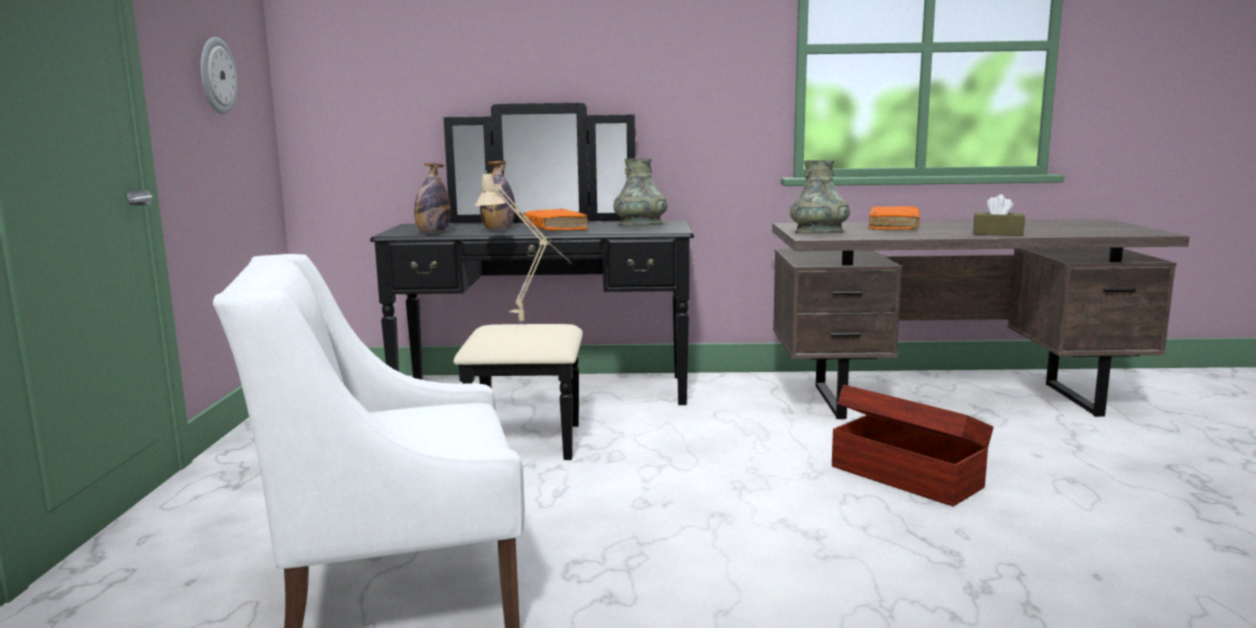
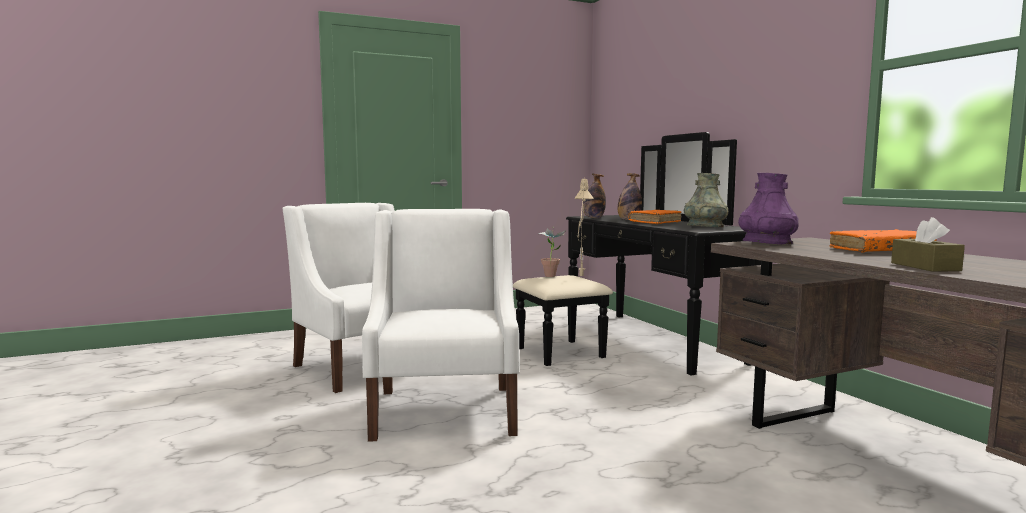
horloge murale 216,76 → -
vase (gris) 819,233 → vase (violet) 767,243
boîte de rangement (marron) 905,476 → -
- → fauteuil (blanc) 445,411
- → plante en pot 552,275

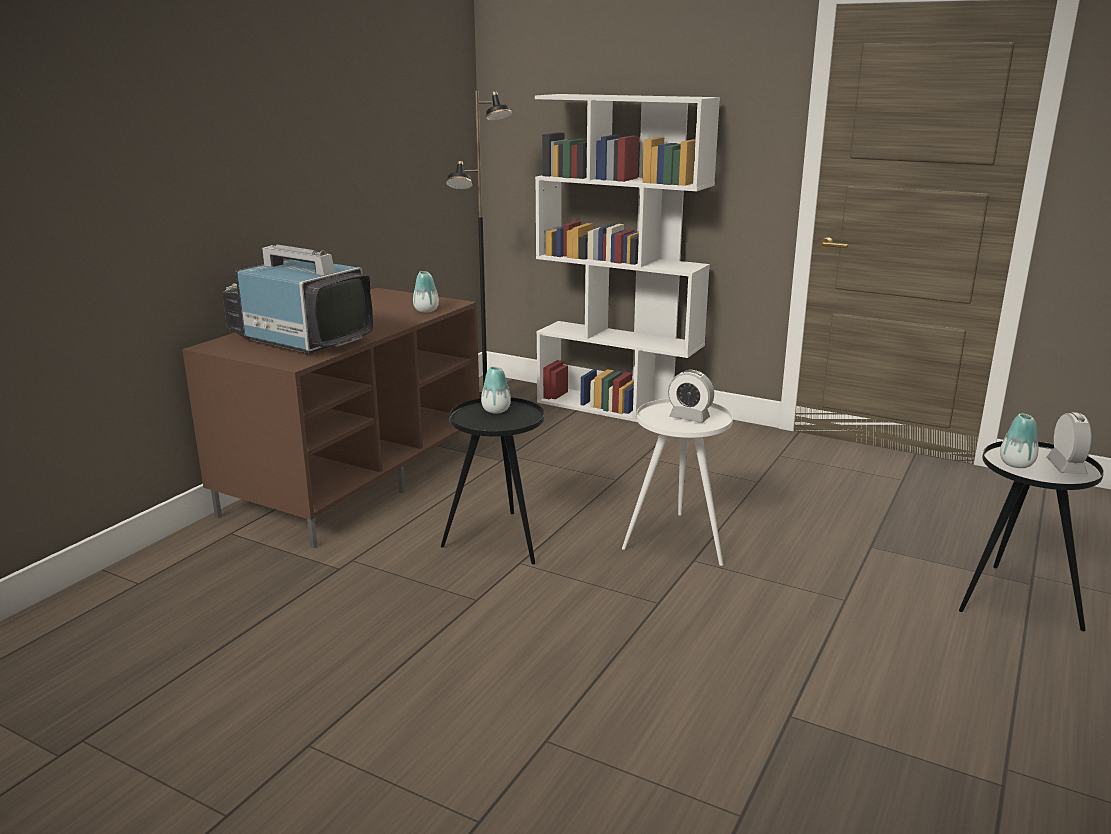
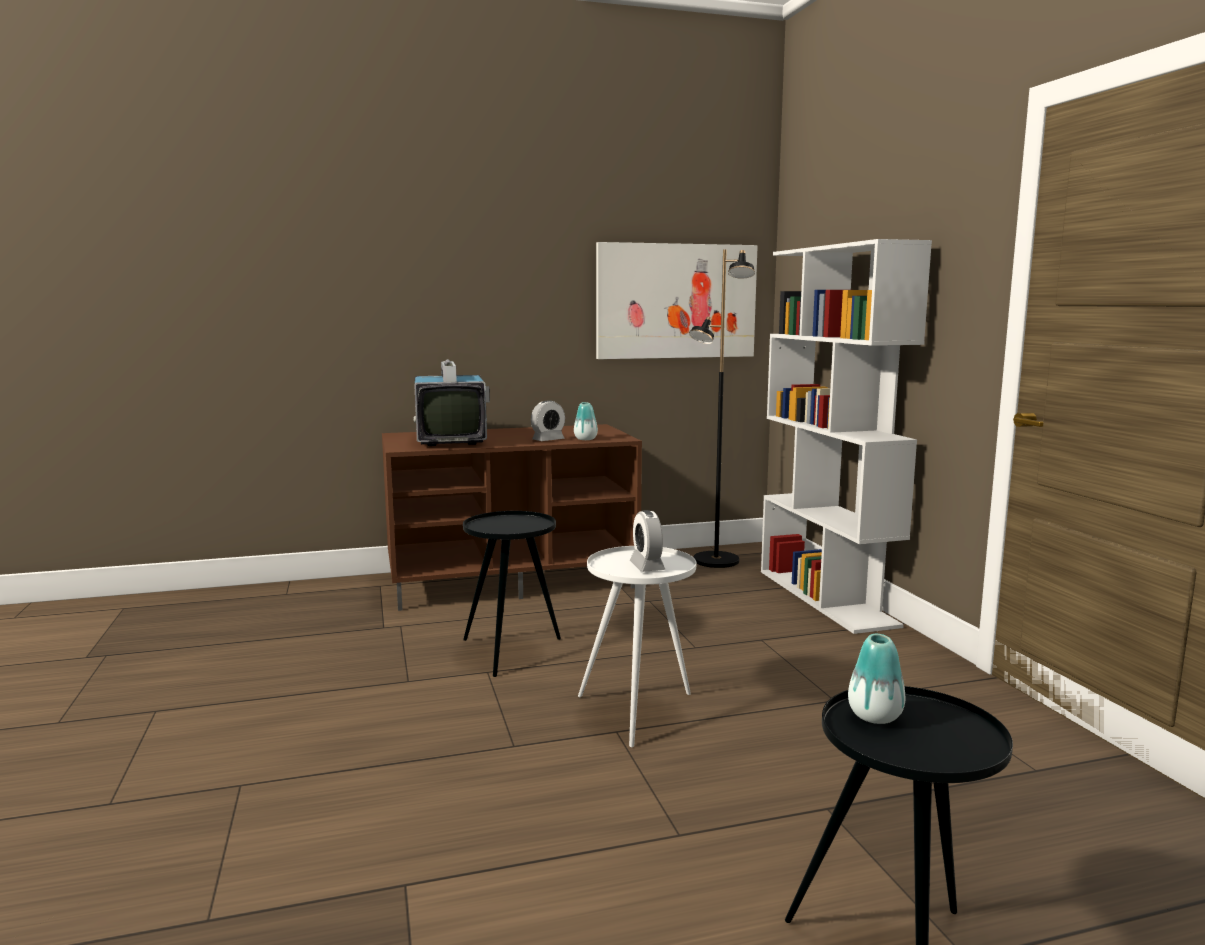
vase 496,410 → -
réveil 1066,467 → réveil 548,440, move
- → tableau 676,301

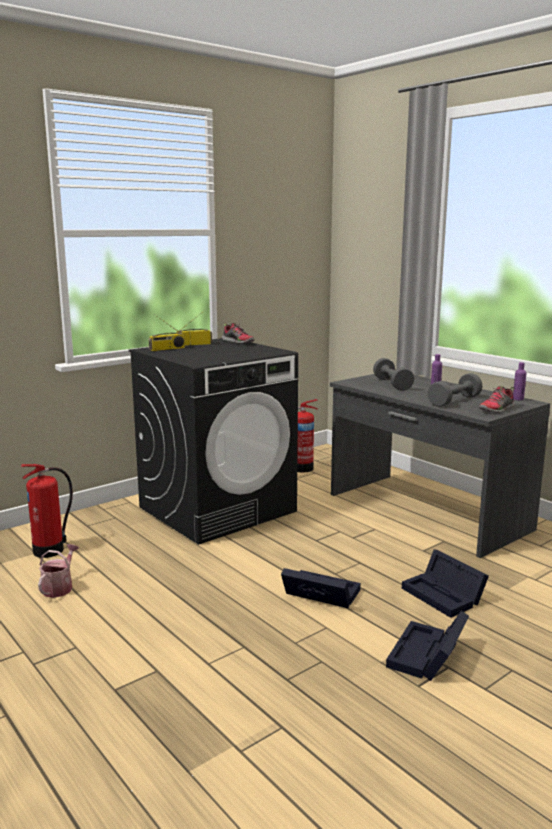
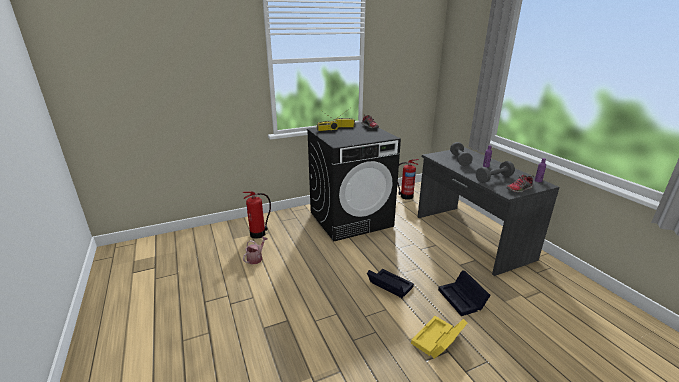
boîte de rangement (noir) 427,657 → boîte de rangement (jaune) 437,341

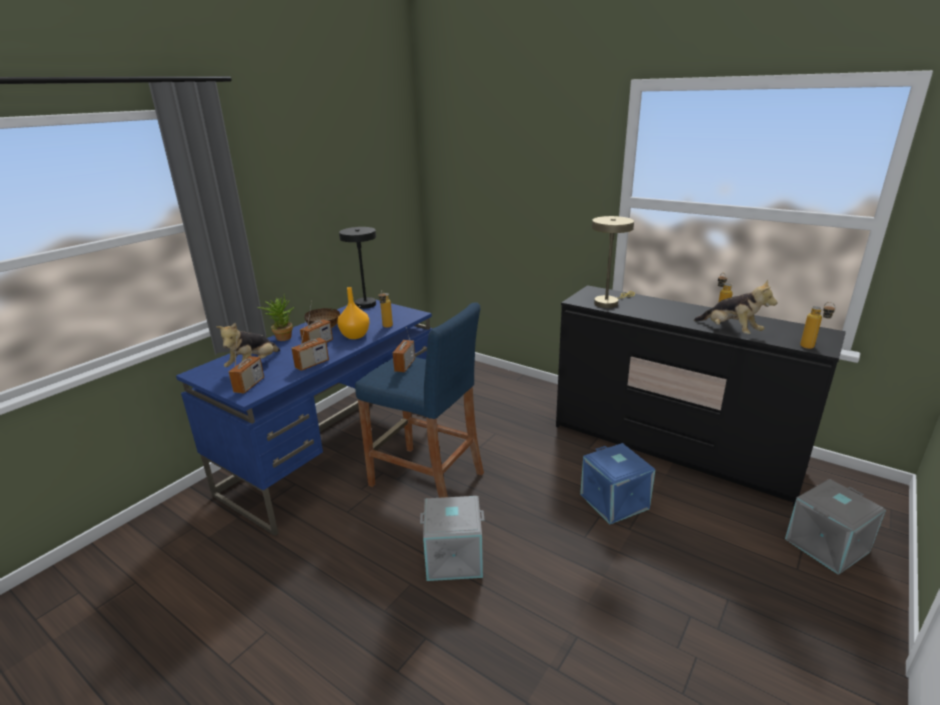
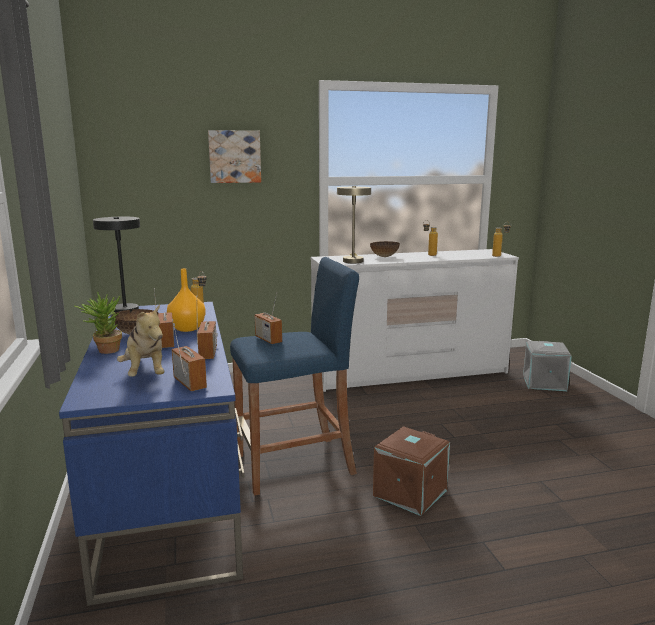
boîte de rangement (gris) 454,556 → boîte de rangement (marron) 409,492
commode (noir) 672,448 → commode (blanc) 410,373
boîte de rangement (bleu) 615,501 → -
peluche 730,331 → -
- → tableau 234,156
- → bol 384,256

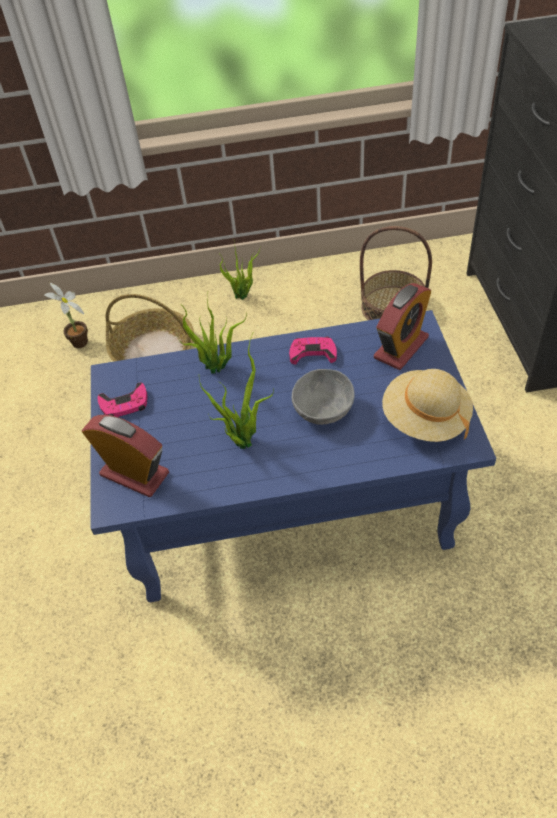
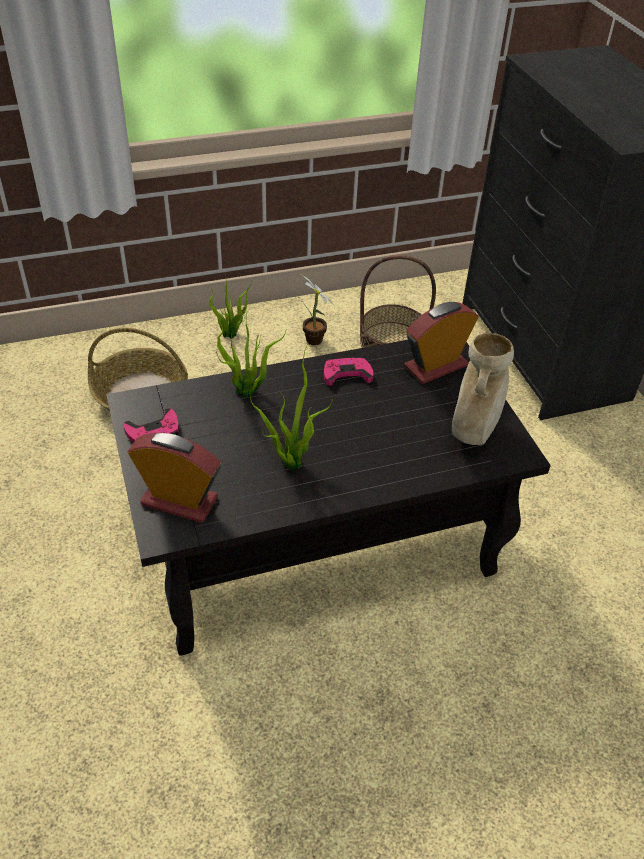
plante en pot 79,345 → plante en pot 314,342, move
table basse (bleu) 285,504 → table basse (noir) 314,543
bol (gris) 324,410 → -
réveil 401,348 → réveil 435,366, 150 degrees counterclockwise
chapeau (beige) 425,419 → vase (beige) 474,432

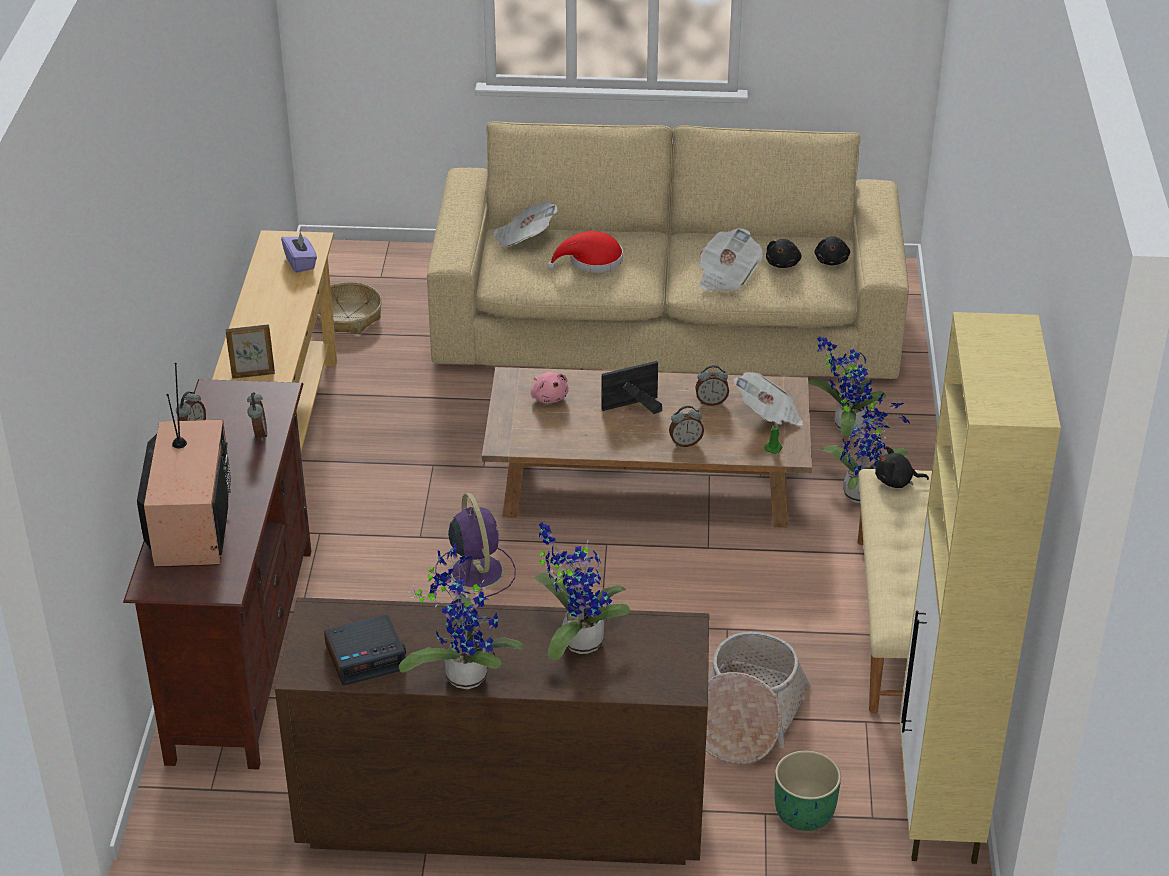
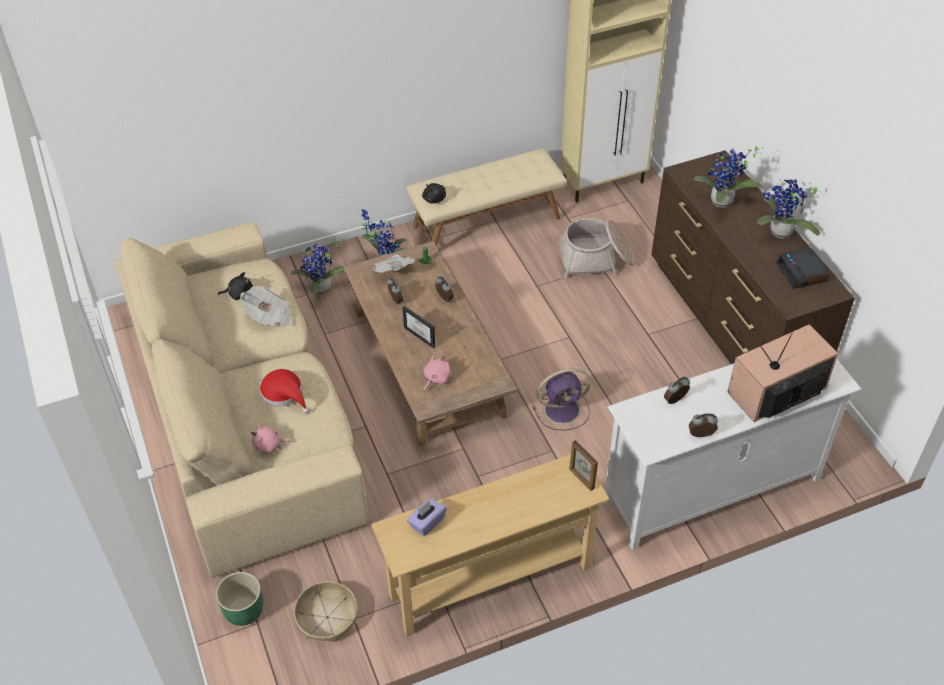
meuble télé (marron) 240,651 → meuble télé (blanc) 712,491
réveil 366,656 → réveil 802,273, 150 degrees counterclockwise
ventilateur (violet) 476,570 → ventilateur (violet) 563,409, 150 degrees counterclockwise
journal 524,239 → peluche (rose) 269,446
cache-pot (vert) 805,812 → cache-pot (vert) 243,610, move
peluche (noir) 831,260 → -

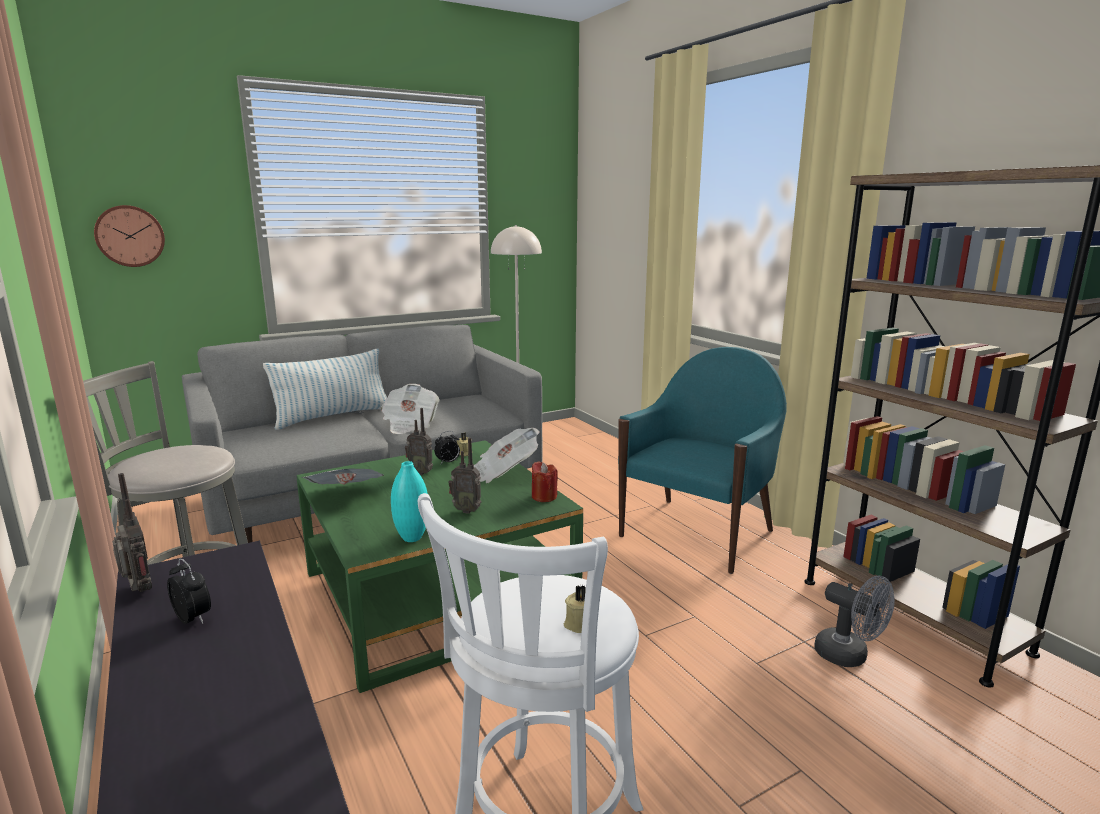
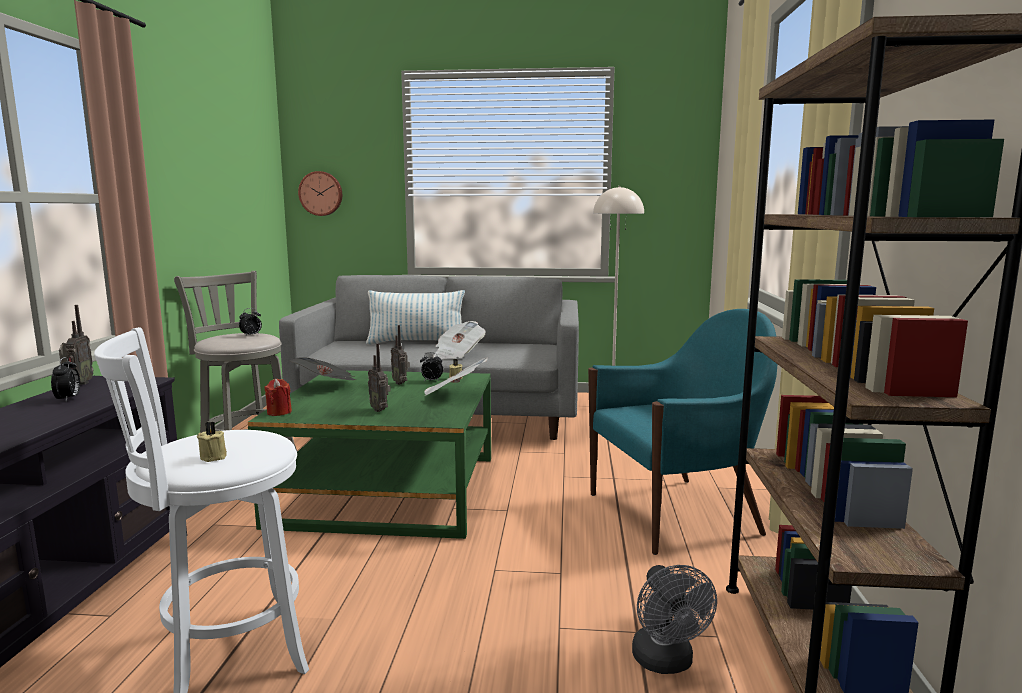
vase (turquoise) 412,538 → -
bougie (rouge) 544,497 → bougie (rouge) 279,412, move
- → réveil 251,335

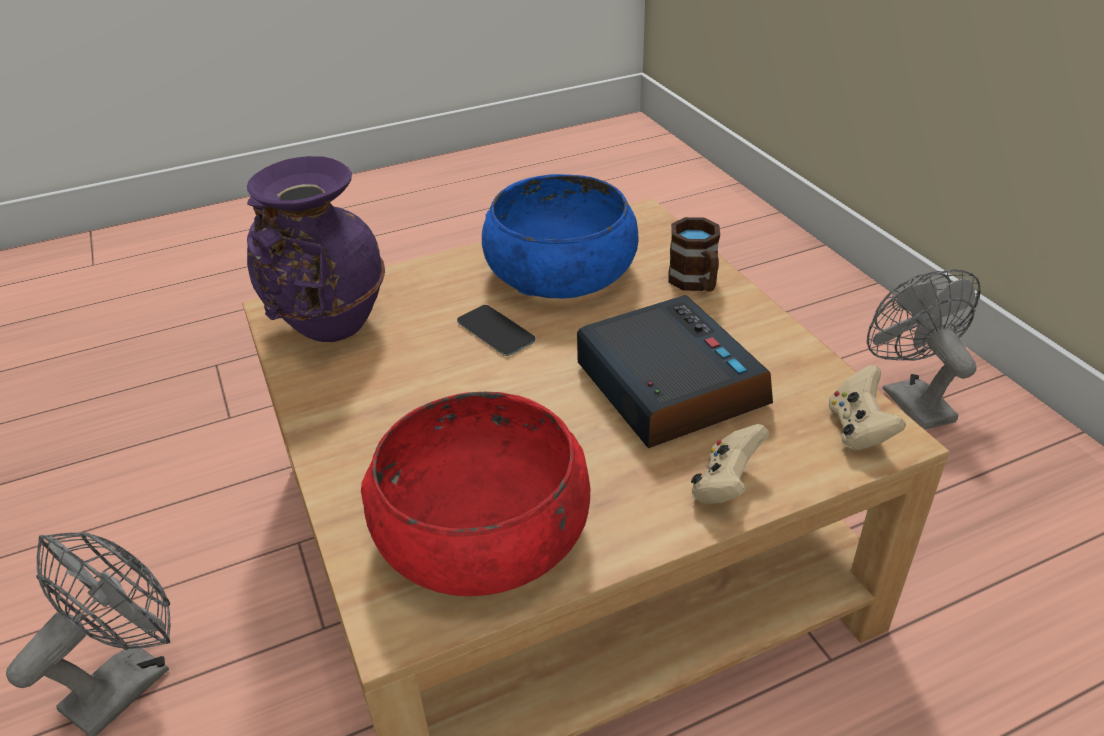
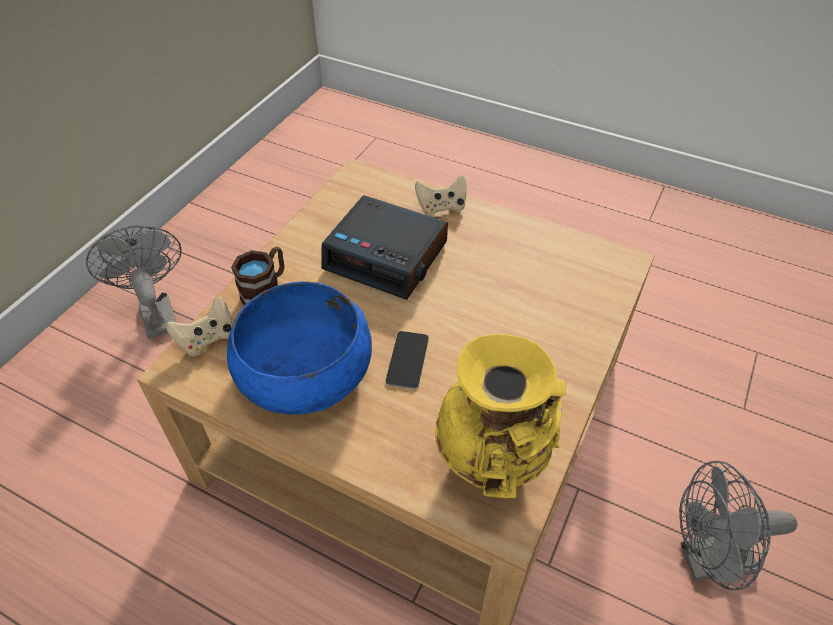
vase (violet) 328,328 → vase (jaune) 494,463
bol (rouge) 482,530 → -
réveil 667,385 → réveil 387,256, 90 degrees counterclockwise
manette (beige) 858,429 → manette (beige) 207,339, move
ventilateur (gris) 909,399 → ventilateur (gris) 156,312, 120 degrees clockwise

